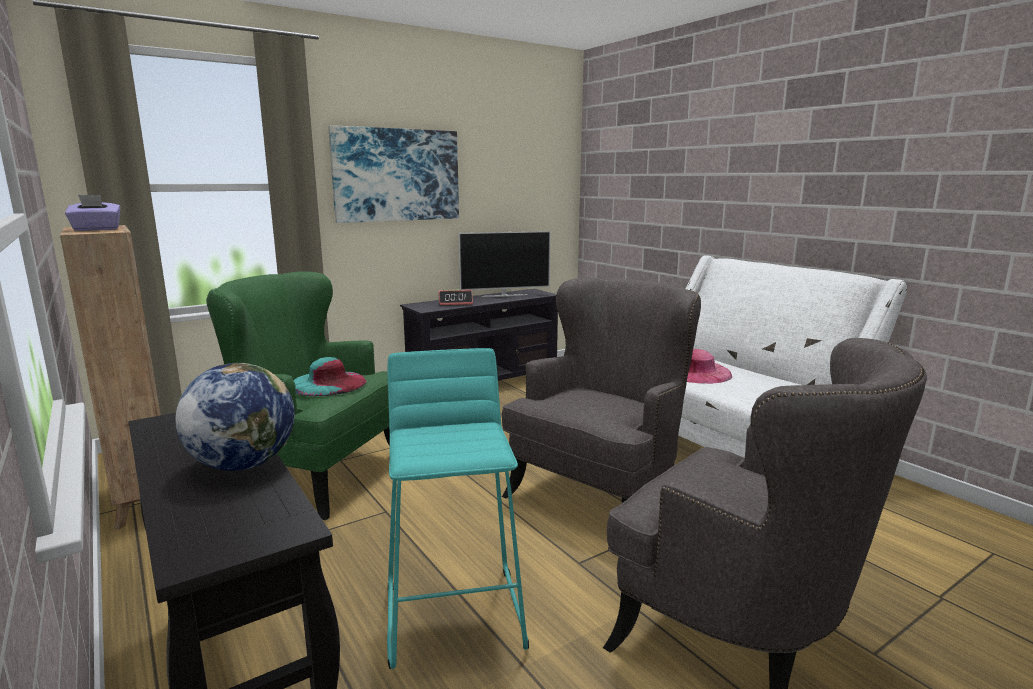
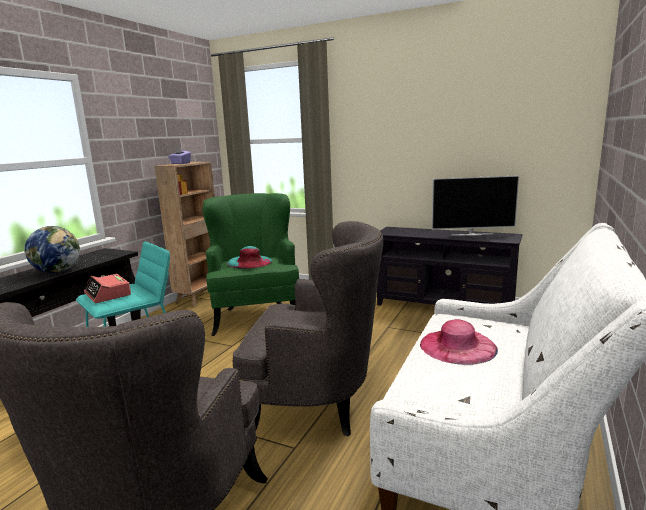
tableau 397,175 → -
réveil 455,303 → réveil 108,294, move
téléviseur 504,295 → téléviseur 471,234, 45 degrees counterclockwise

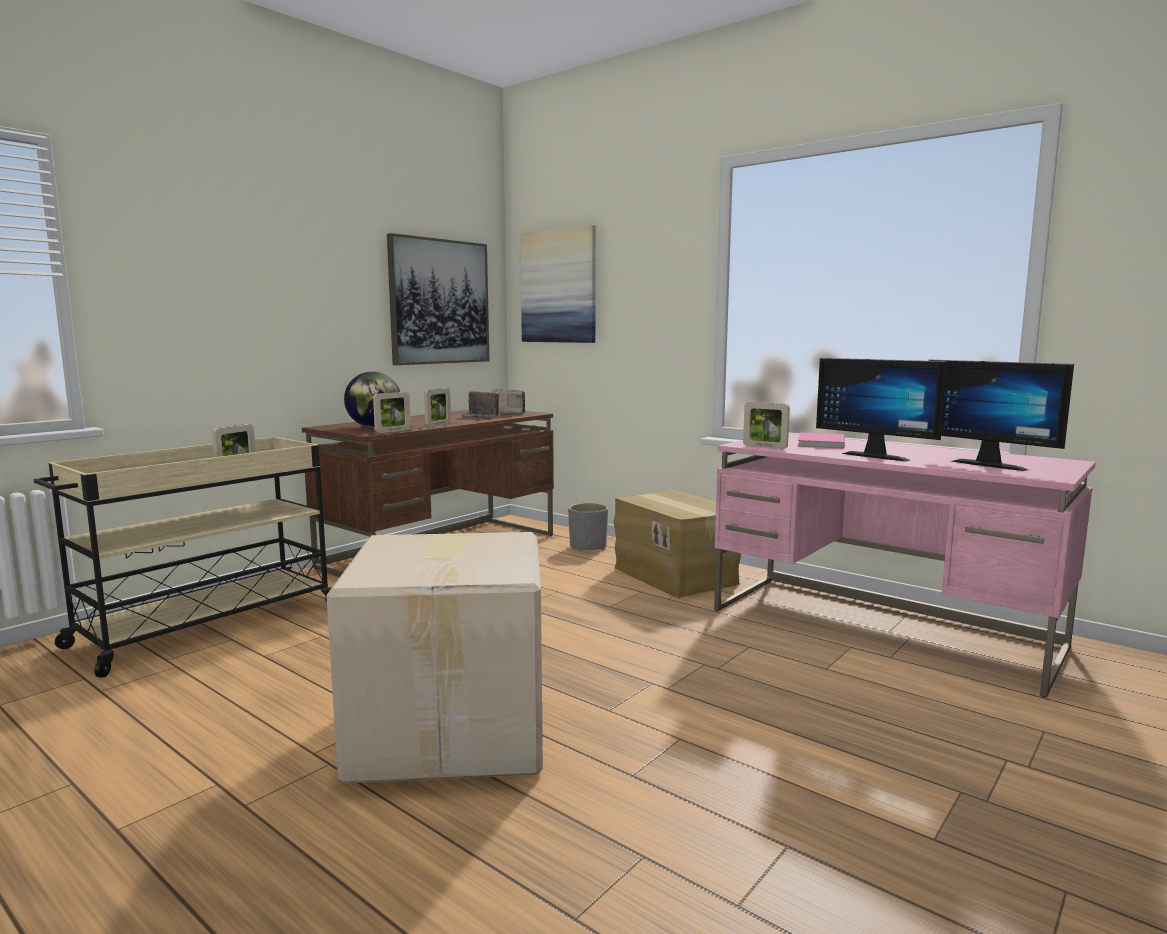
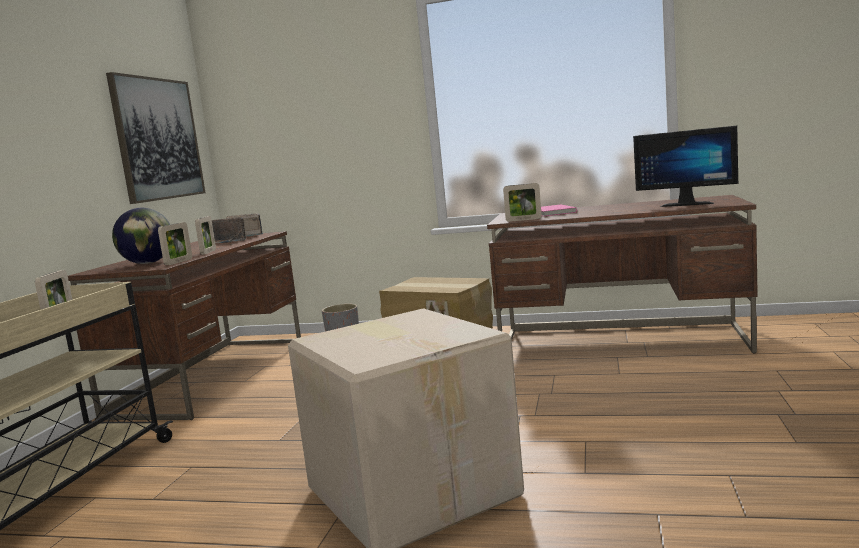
tableau 559,286 → -
bureau (rose) 883,628 → bureau (marron) 621,341
écran d'ordinateur 878,456 → -

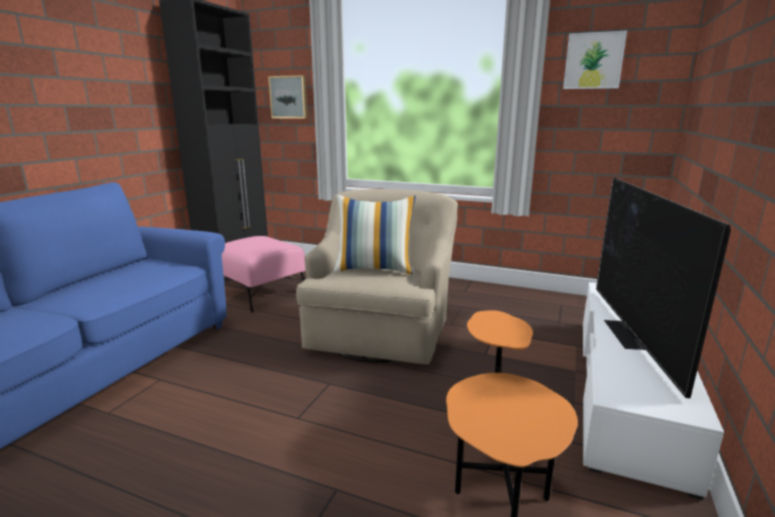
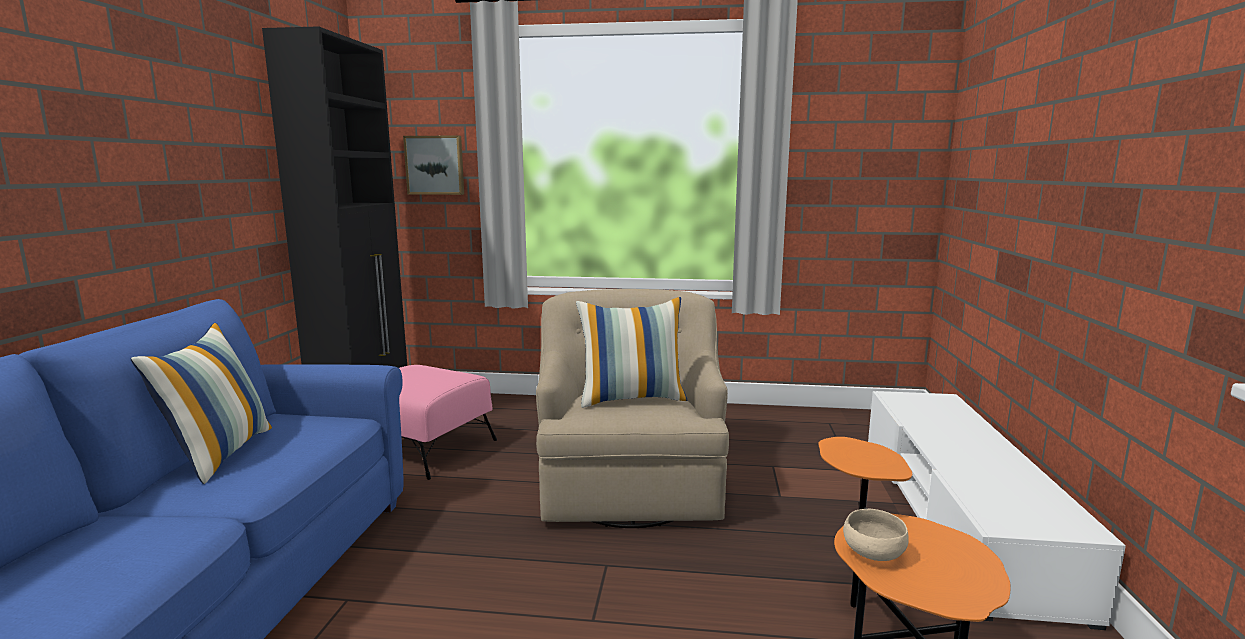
tableau 593,61 → -
téléviseur 632,335 → -
- → coussin 219,454
- → bol (beige) 874,555

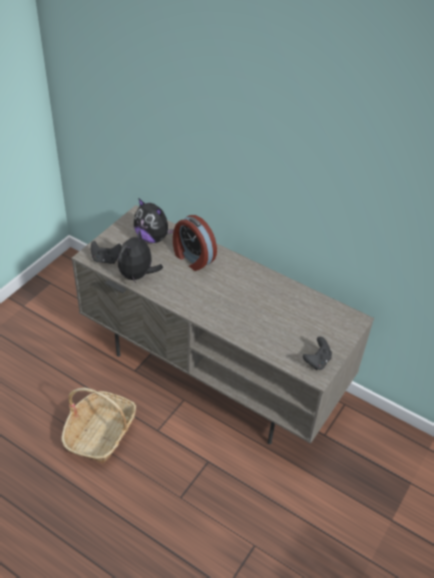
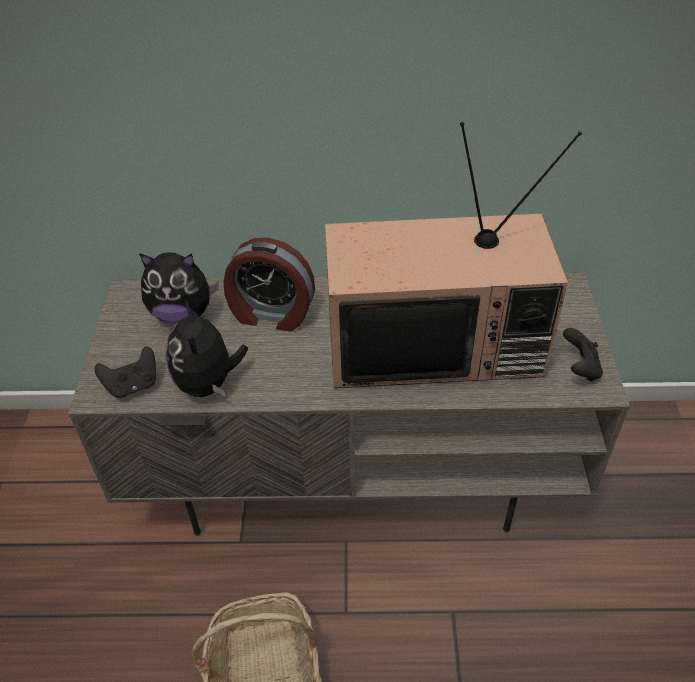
- → téléviseur 435,343

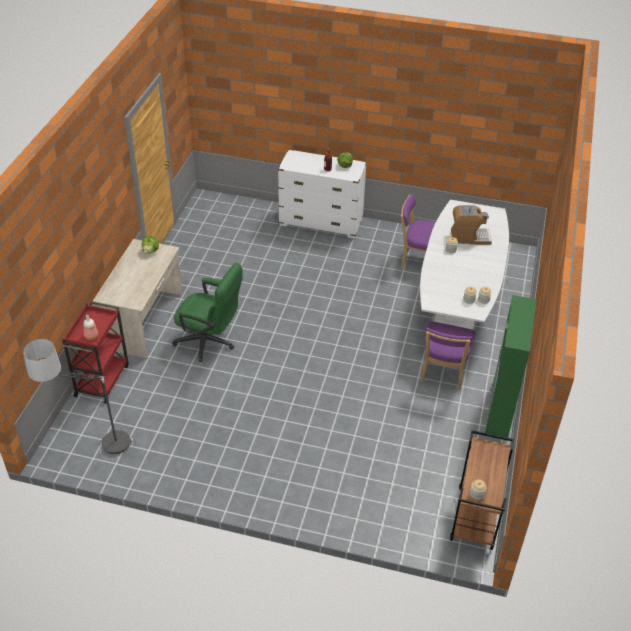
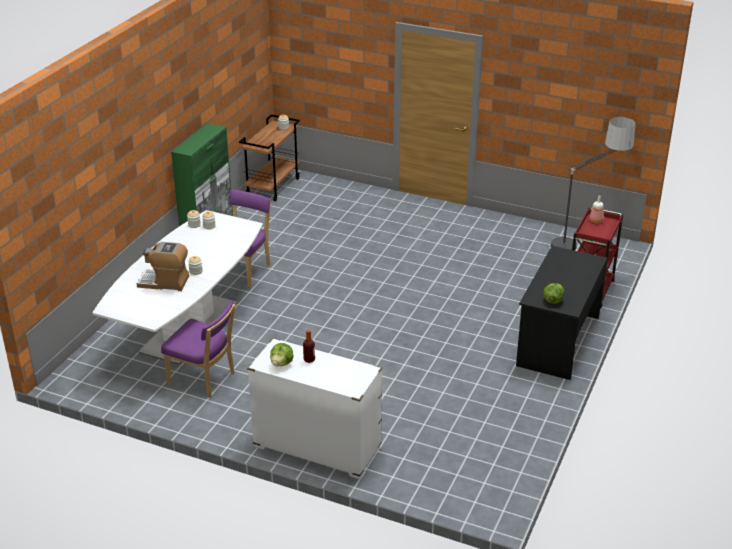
bureau (beige) 144,321 → bureau (noir) 557,341
chaise de bureau (vert) 210,342 → -

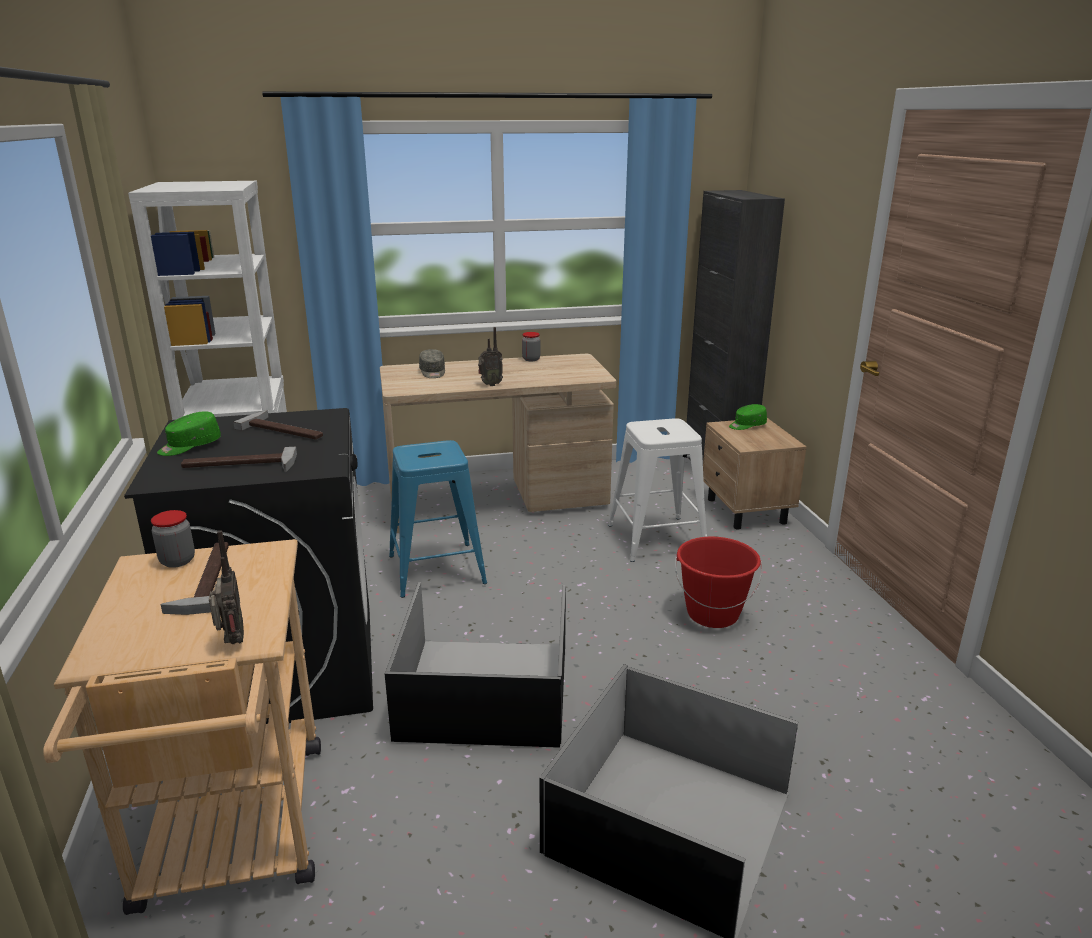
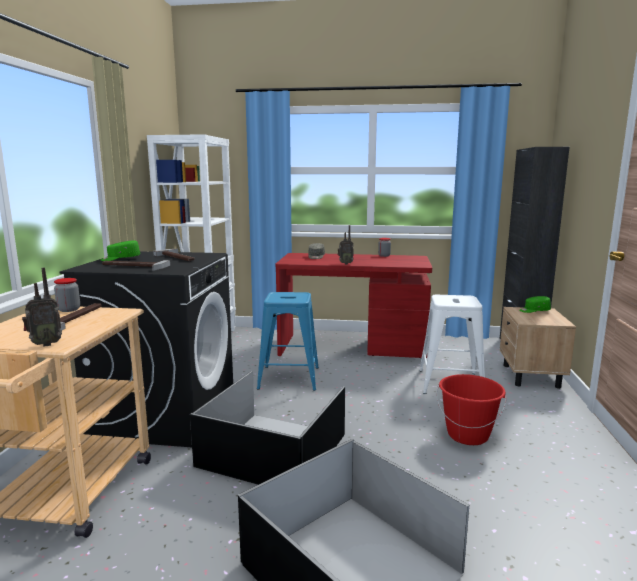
radio 232,642 → radio 45,344, 60 degrees clockwise
bureau (beige) 498,500 → bureau (rouge) 352,347

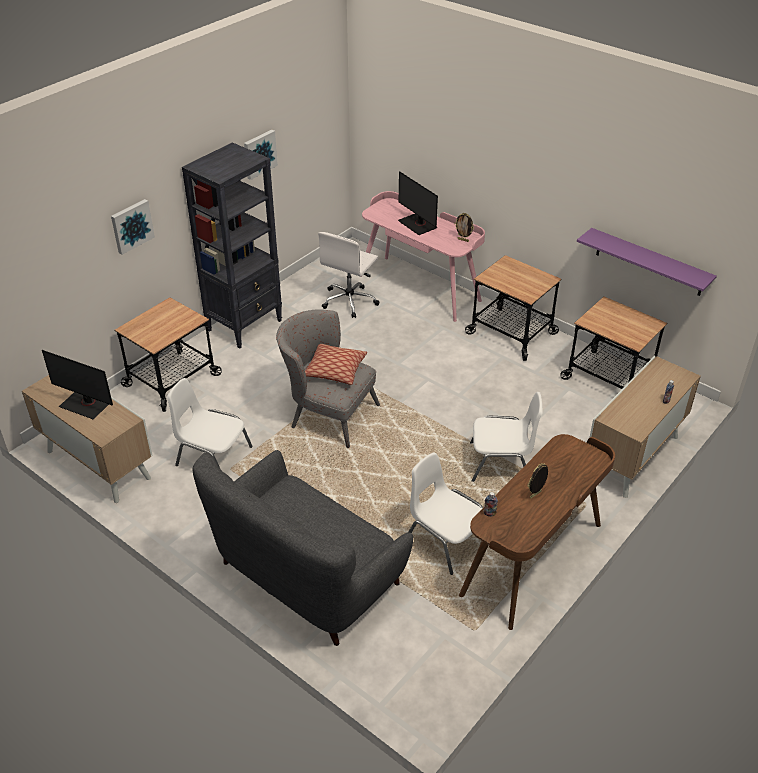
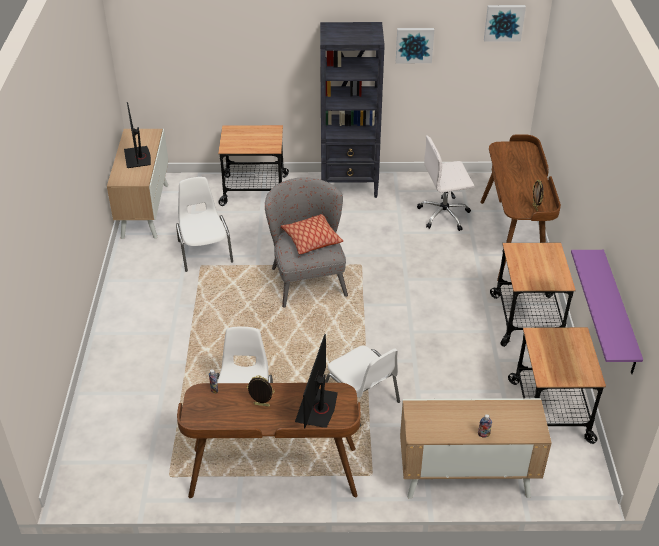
tableau 131,226 → tableau 504,22, move
canapé (gris) 305,576 → -
bureau (rose) 420,287 → bureau (marron) 513,239
écran d'ordinateur 418,224 → écran d'ordinateur 317,408, move

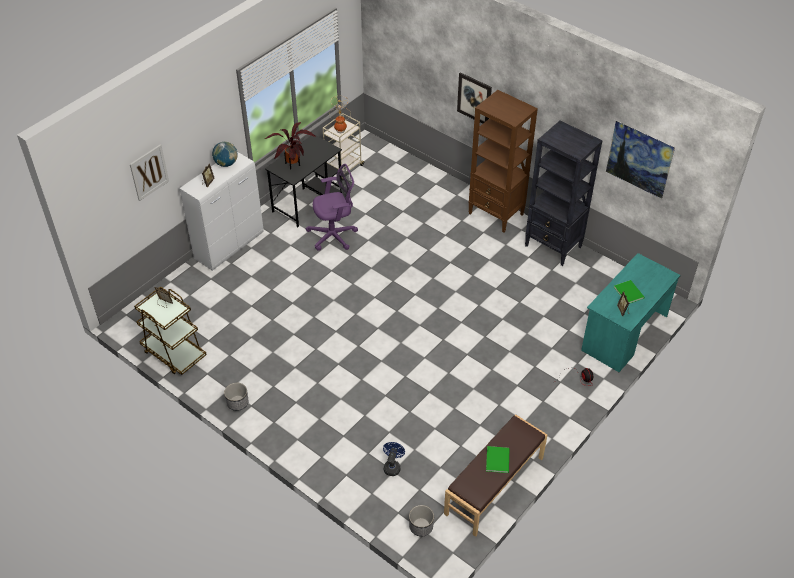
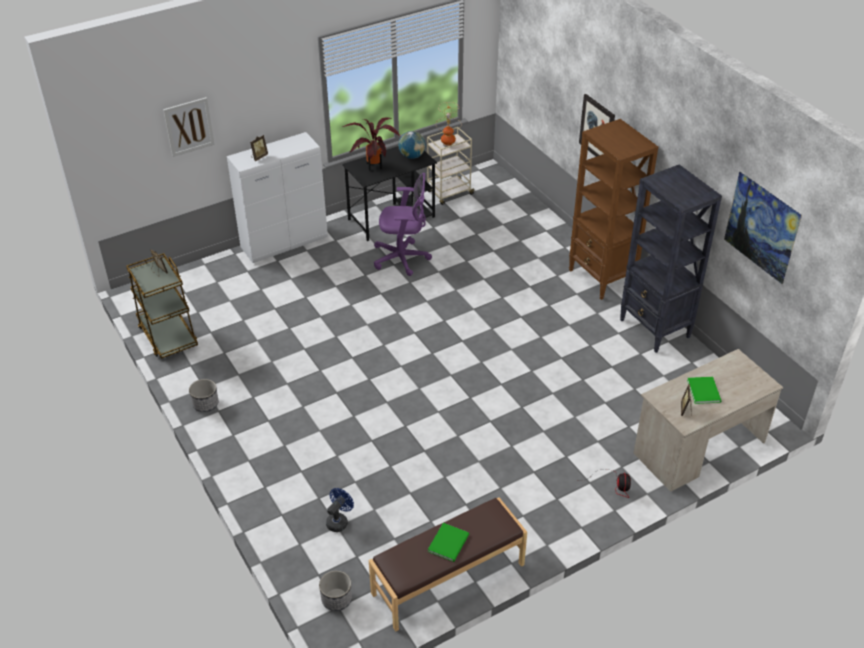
globe 226,164 → globe 412,156, move
bureau (turquoise) 624,333 → bureau (beige) 698,448

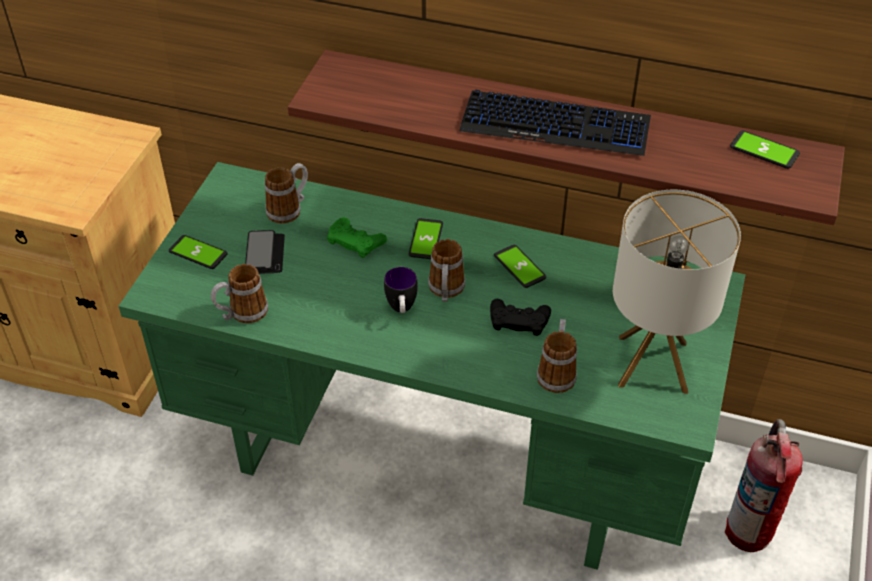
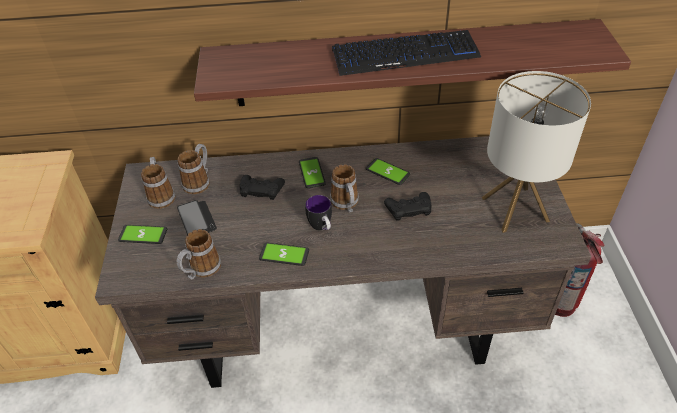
bureau (vert) 439,458 → bureau (marron) 346,326
manette (vert) 355,241 → manette (noir) 261,189
mug 556,371 → mug 161,195, move
téléphone 764,150 → téléphone 284,254, move

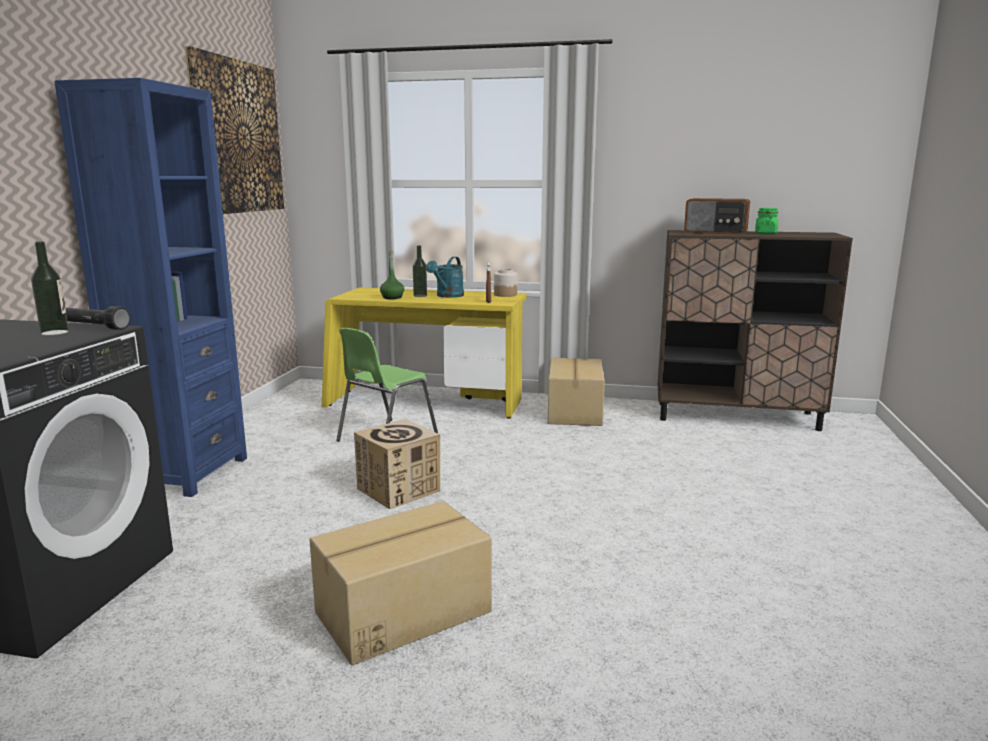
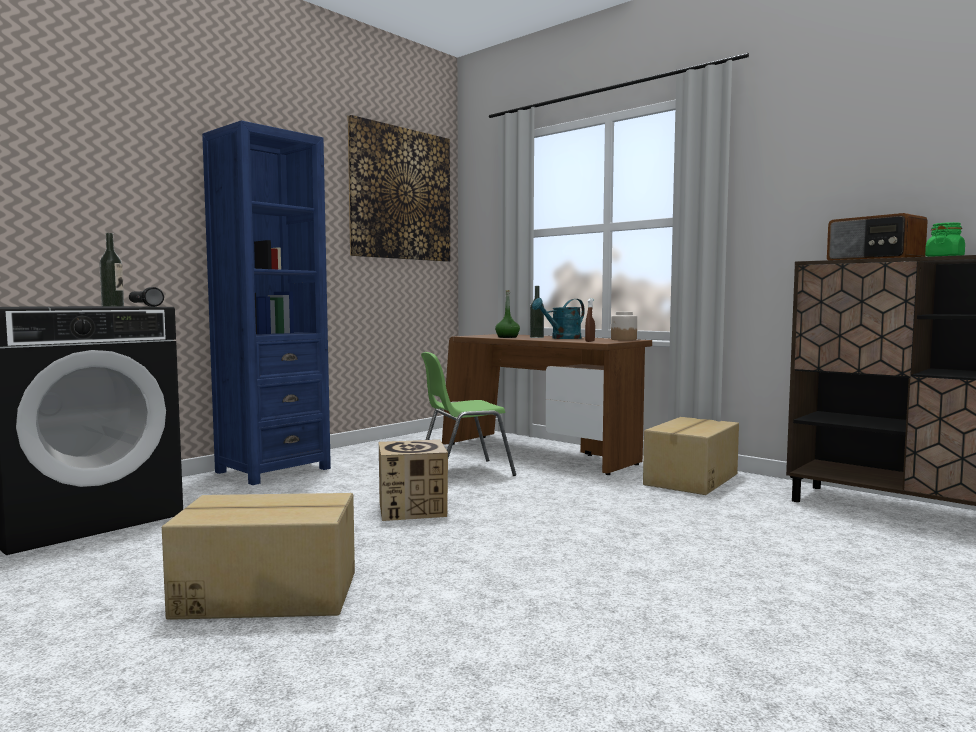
bureau (jaune) 425,404 → bureau (marron) 539,454

